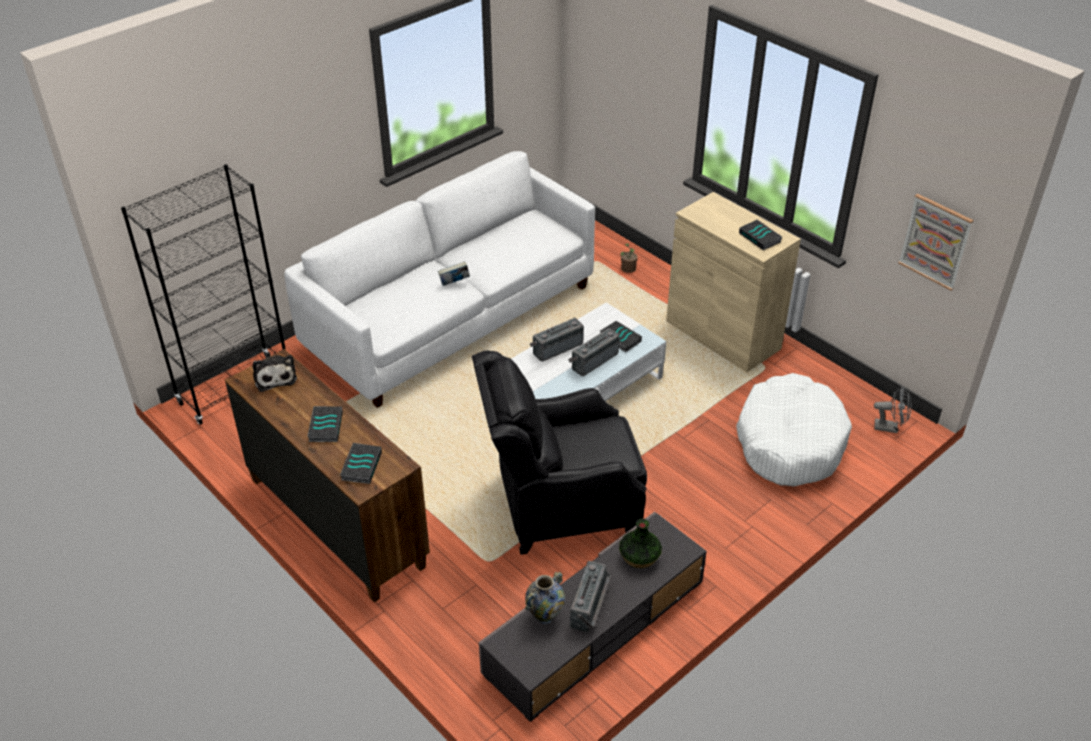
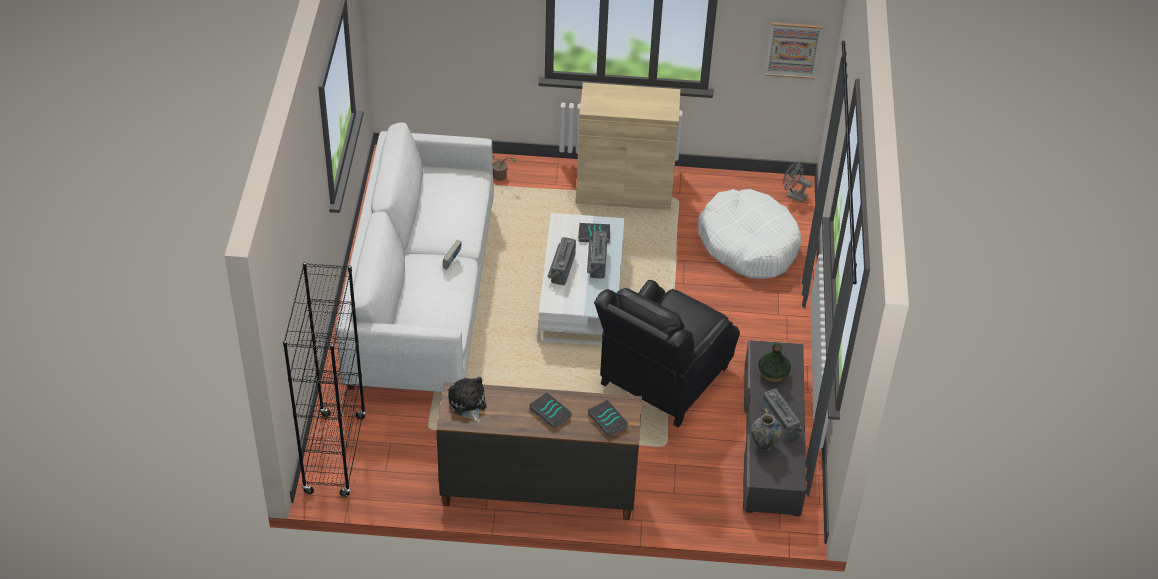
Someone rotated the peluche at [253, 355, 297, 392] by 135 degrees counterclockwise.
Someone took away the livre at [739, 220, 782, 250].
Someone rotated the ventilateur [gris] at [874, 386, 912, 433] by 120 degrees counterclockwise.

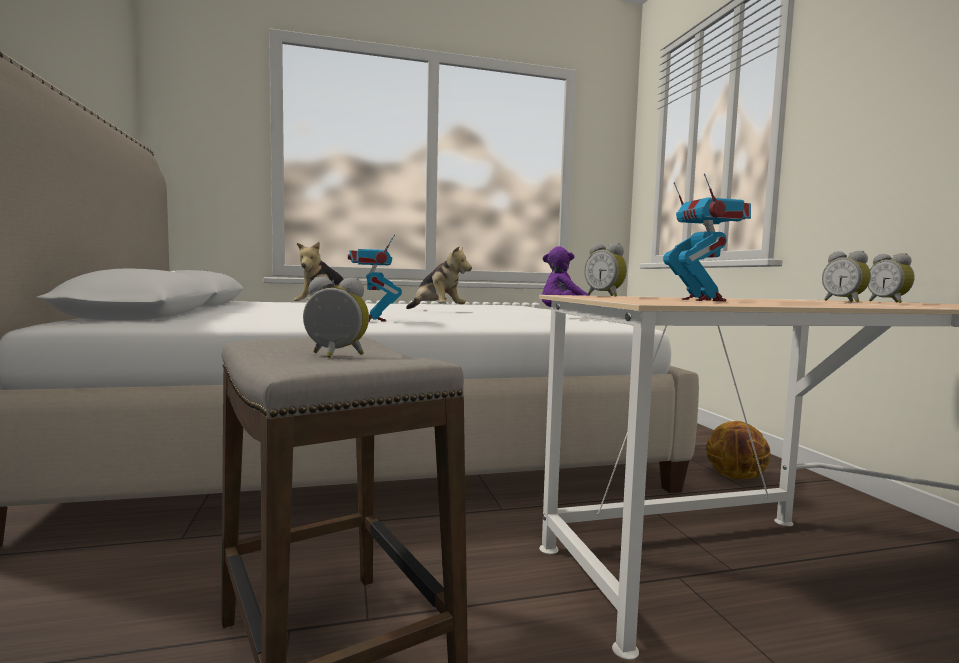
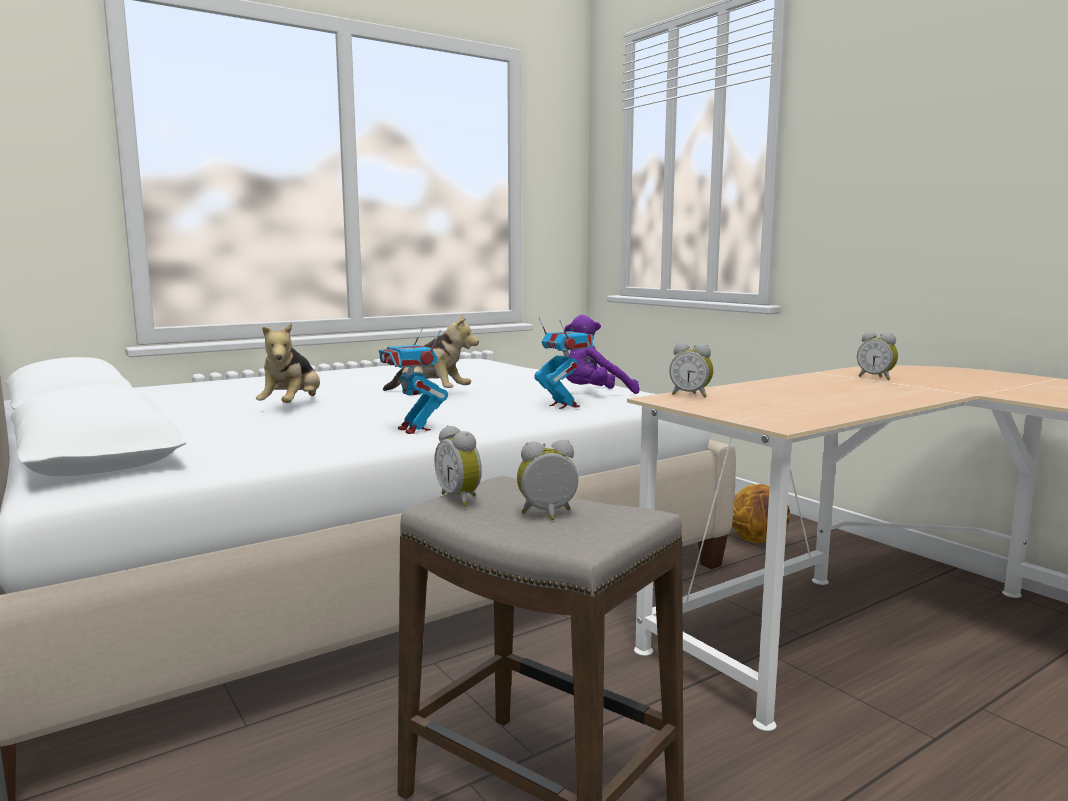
Someone carried the robot jouet from [663, 173, 751, 302] to [534, 318, 593, 409].
Someone carried the réveil from [868, 253, 915, 303] to [434, 425, 482, 506].

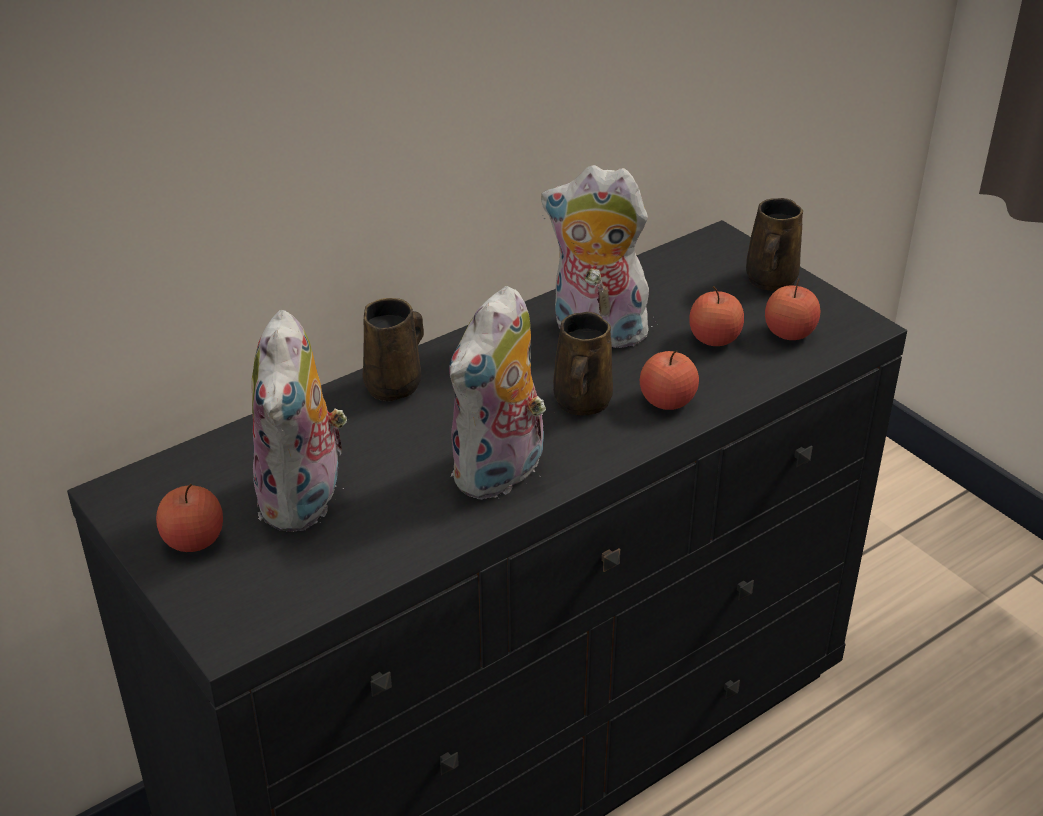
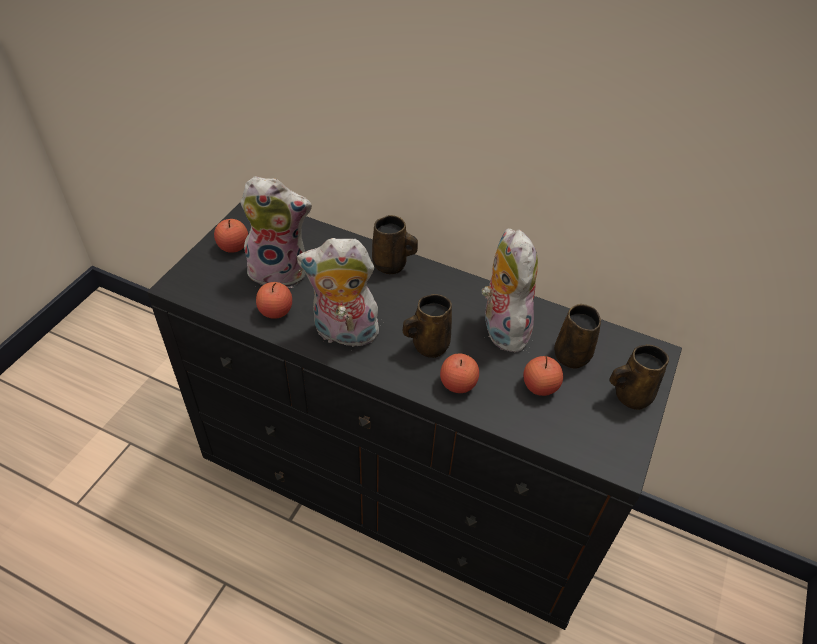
Someone rotated the peluche at [252, 310, 347, 532] by 150 degrees counterclockwise.
Someone carried the pomme from [765, 278, 820, 340] to [256, 282, 292, 319].
Someone put down the mug [marron] at [554, 304, 601, 369].

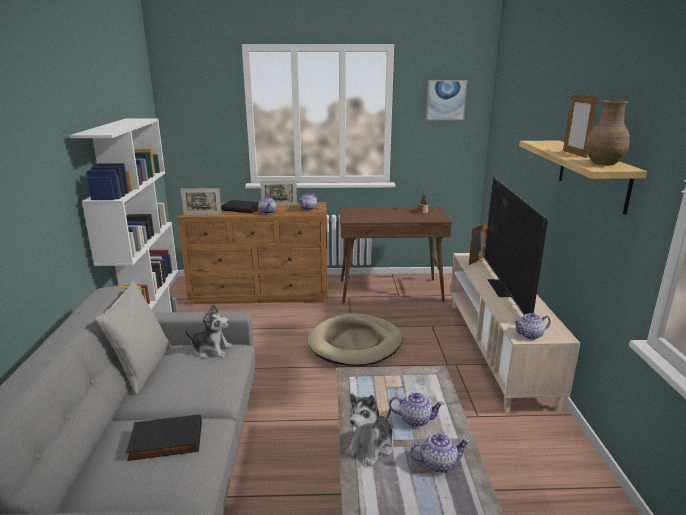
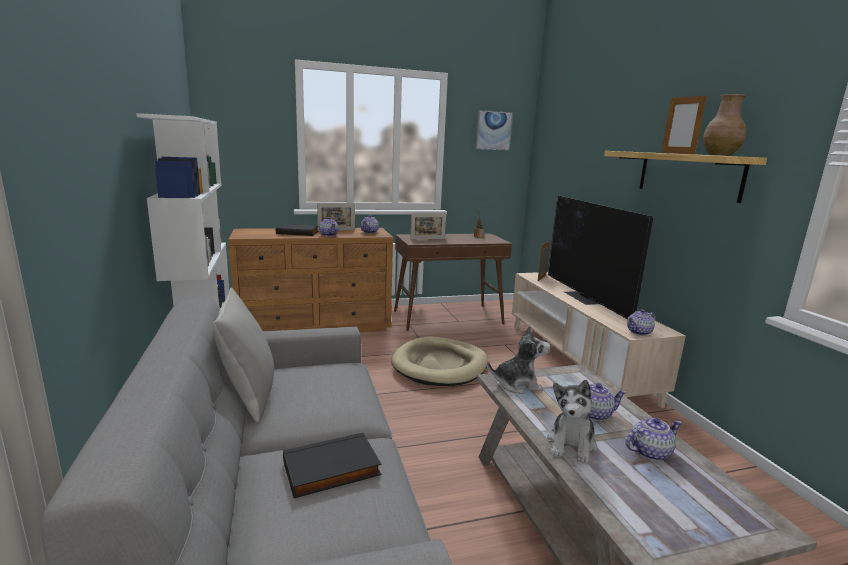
Someone carried the cadre photo from [181, 188, 222, 215] to [410, 213, 446, 240].
Someone carried the peluche from [185, 304, 232, 359] to [488, 326, 550, 394].

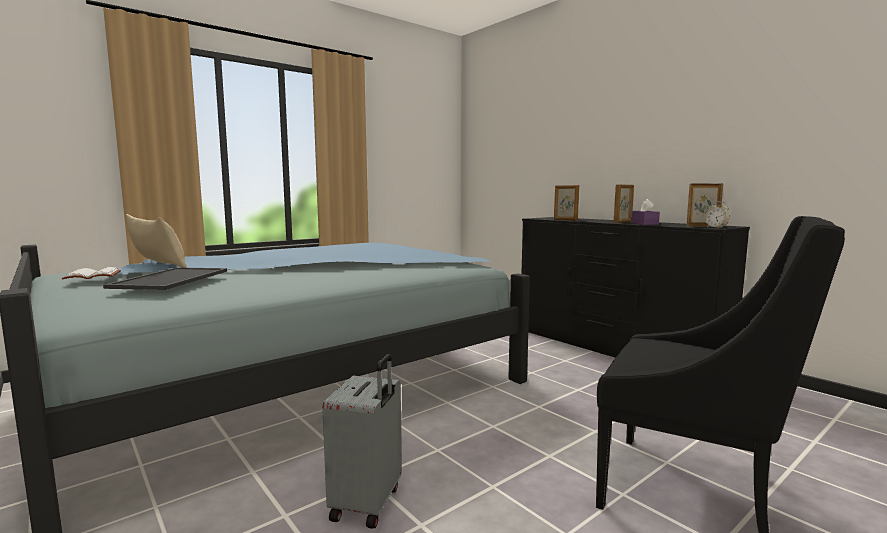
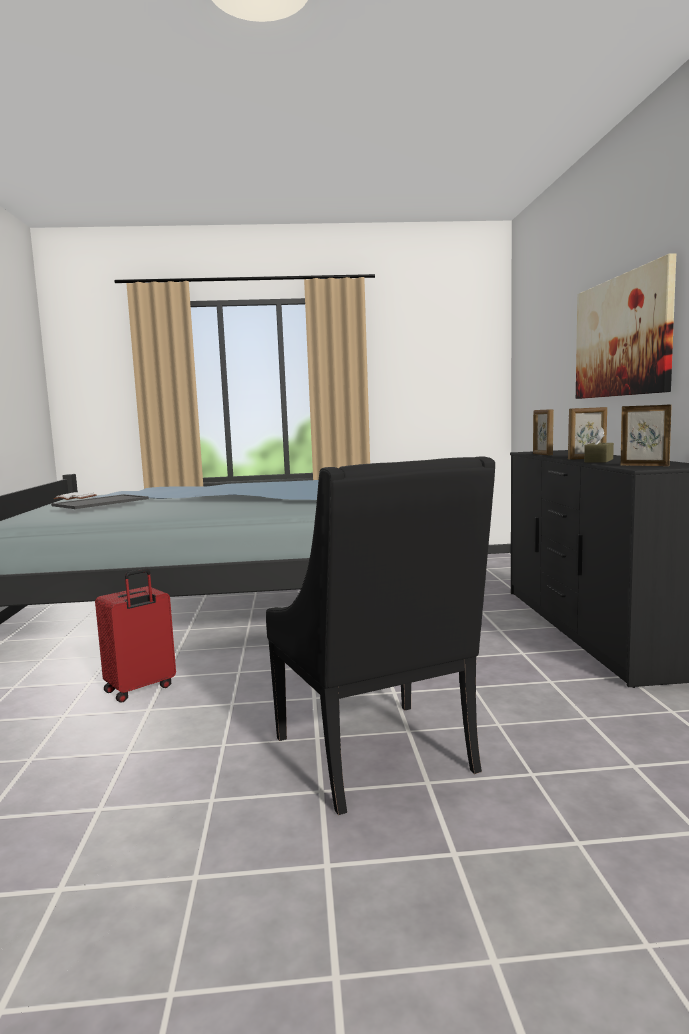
Someone took away the coussin [beige] at [126, 214, 187, 268].
Someone repainted the valise [gris] at [322, 354, 402, 529], which became the valise [rouge] at [95, 568, 176, 702].
Someone repainted the boîte à mouchoirs [violet] at [631, 199, 660, 225], which became the boîte à mouchoirs [marron] at [584, 427, 614, 462].
Someone took away the réveil at [704, 201, 730, 228].
Someone put up the tableau at [576, 253, 676, 399].

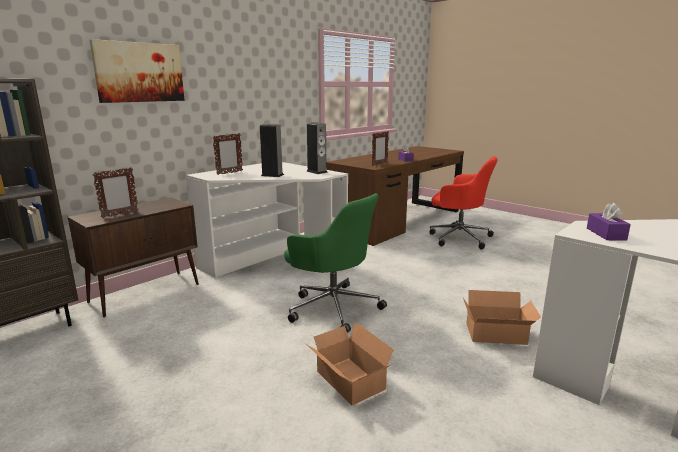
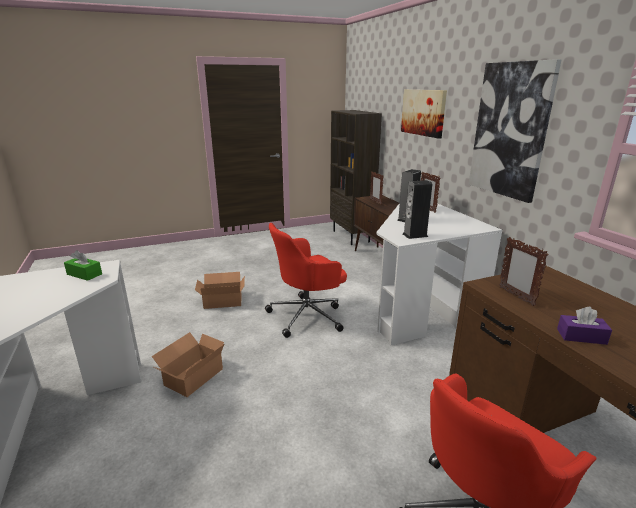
Someone repainted the chaise de bureau [vert] at [284, 193, 387, 333], which became the chaise de bureau [rouge] at [265, 223, 347, 338].
Someone repainted the boîte à mouchoirs [violet] at [587, 203, 631, 240], which became the boîte à mouchoirs [vert] at [64, 250, 102, 281].
Someone put up the tableau at [468, 59, 562, 203].

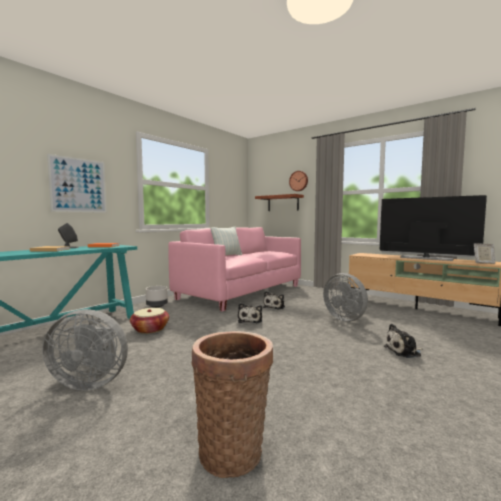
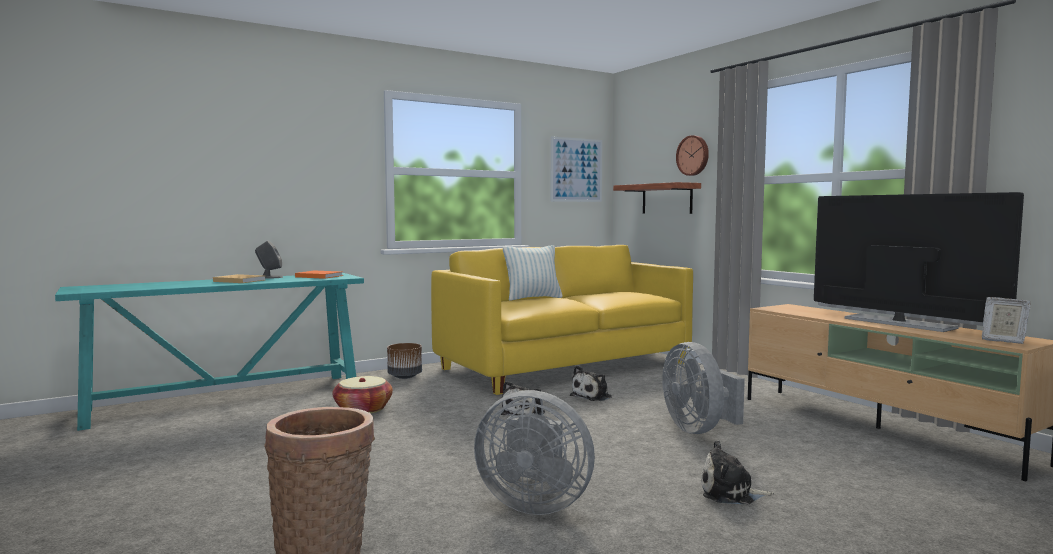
Someone carried the ventilateur [gris] from [42, 309, 128, 390] to [474, 390, 595, 515].
Someone carried the tableau from [47, 154, 107, 213] to [551, 136, 602, 202].
Someone repainted the cache-pot [gris] at [146, 286, 168, 308], which became the cache-pot [marron] at [387, 343, 422, 379].
Someone repainted the canapé [rose] at [168, 227, 301, 312], which became the canapé [jaune] at [431, 245, 693, 395].

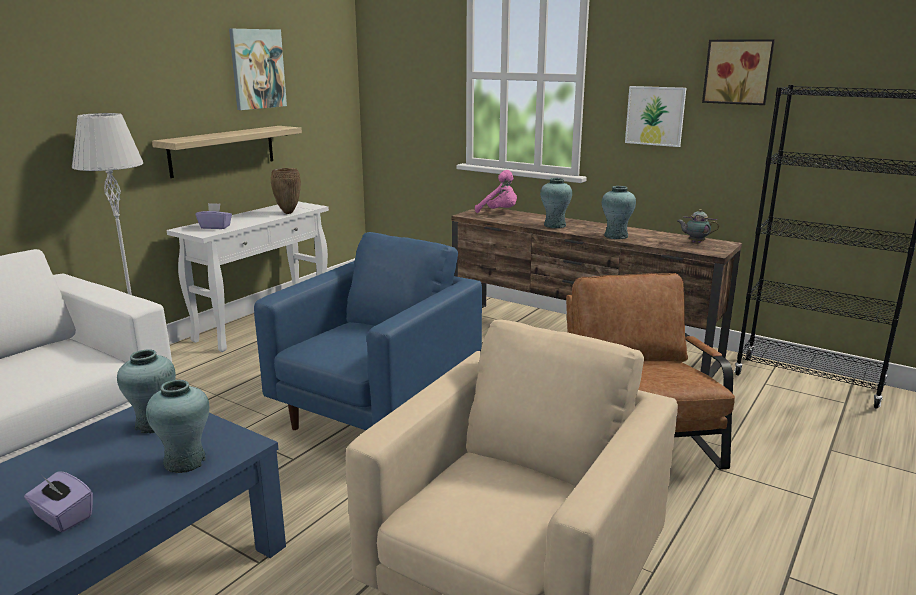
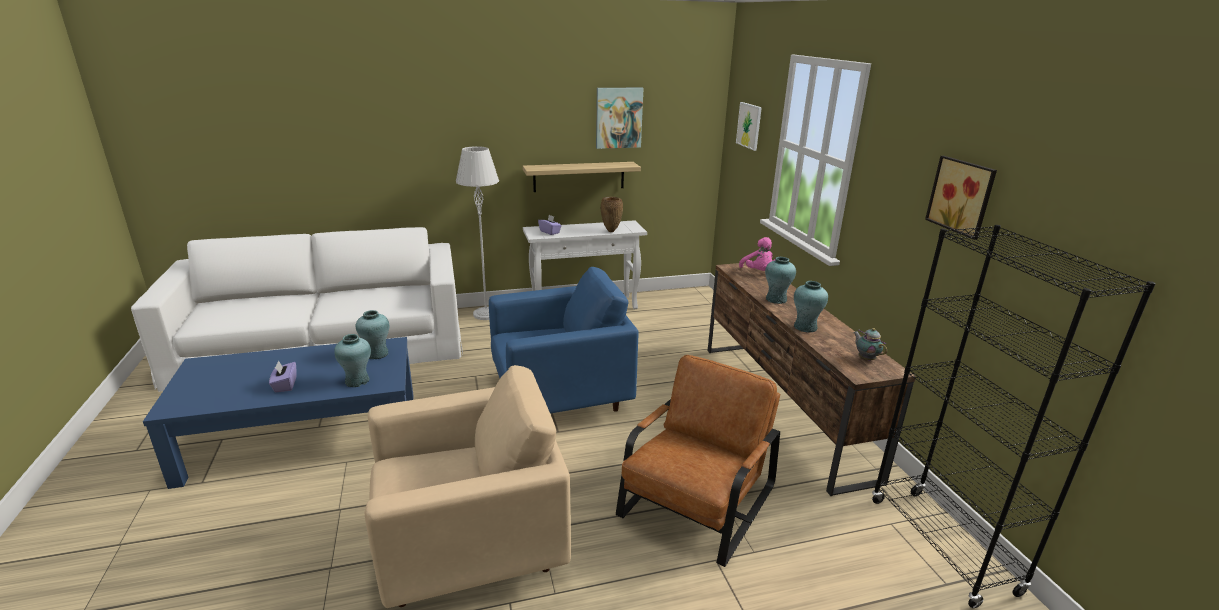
Someone carried the tableau from [625, 86, 686, 147] to [736, 102, 762, 151].

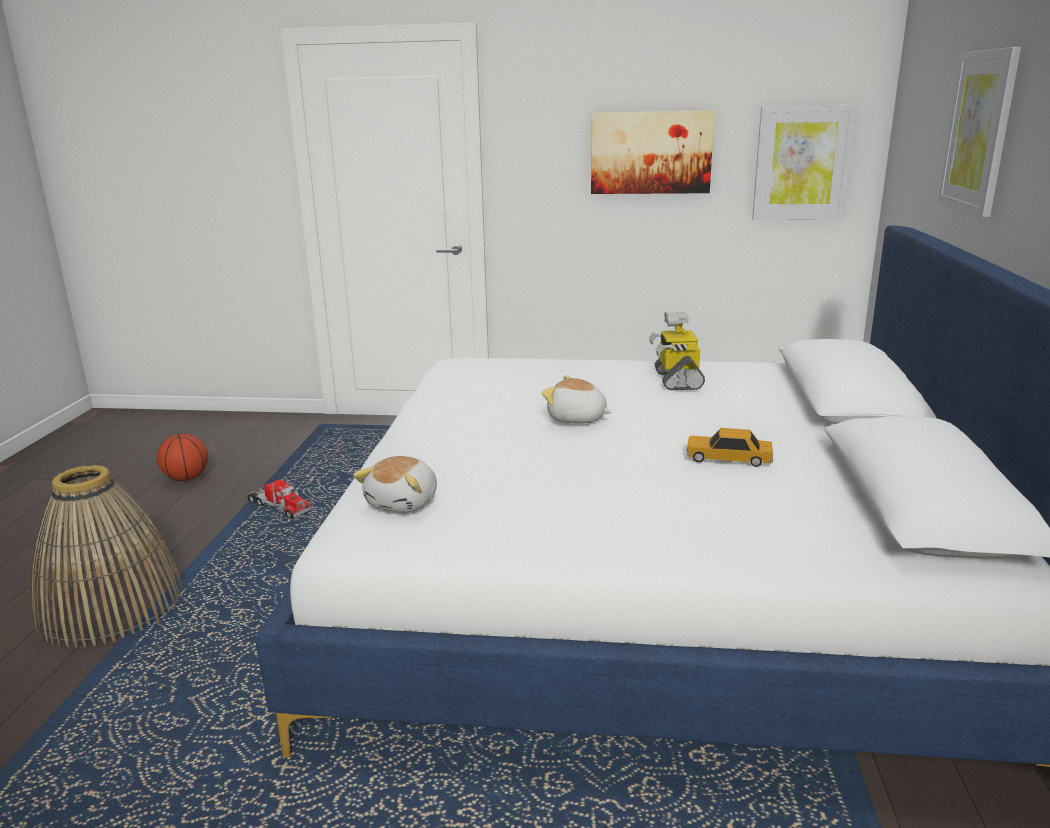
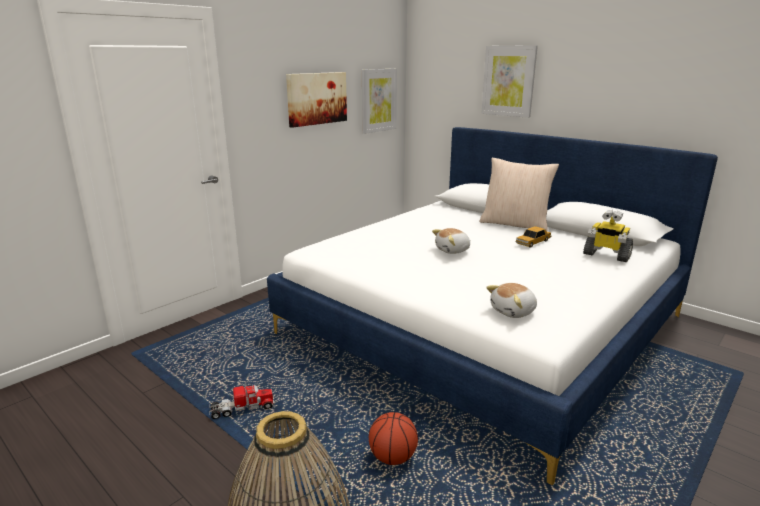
Someone carried the ballon de basket from [157, 433, 208, 481] to [369, 412, 418, 465].
Someone rotated the peluche at [353, 456, 437, 513] by 90 degrees clockwise.
Someone carried the robot jouet from [649, 312, 705, 391] to [583, 210, 633, 262].
Someone put down the coussin [beige] at [480, 158, 559, 231].

